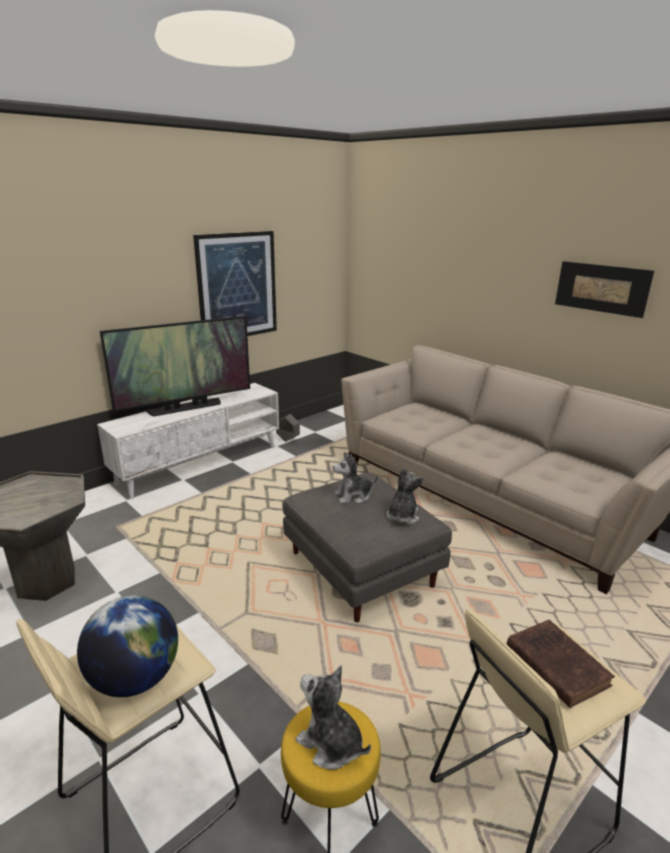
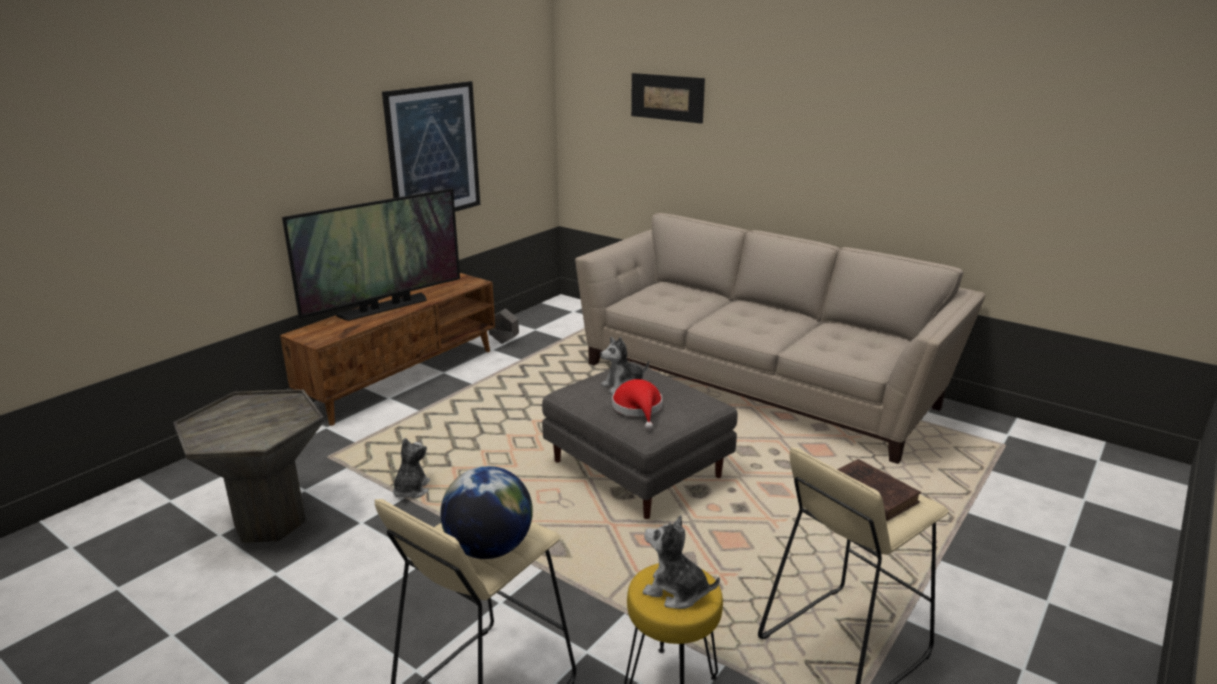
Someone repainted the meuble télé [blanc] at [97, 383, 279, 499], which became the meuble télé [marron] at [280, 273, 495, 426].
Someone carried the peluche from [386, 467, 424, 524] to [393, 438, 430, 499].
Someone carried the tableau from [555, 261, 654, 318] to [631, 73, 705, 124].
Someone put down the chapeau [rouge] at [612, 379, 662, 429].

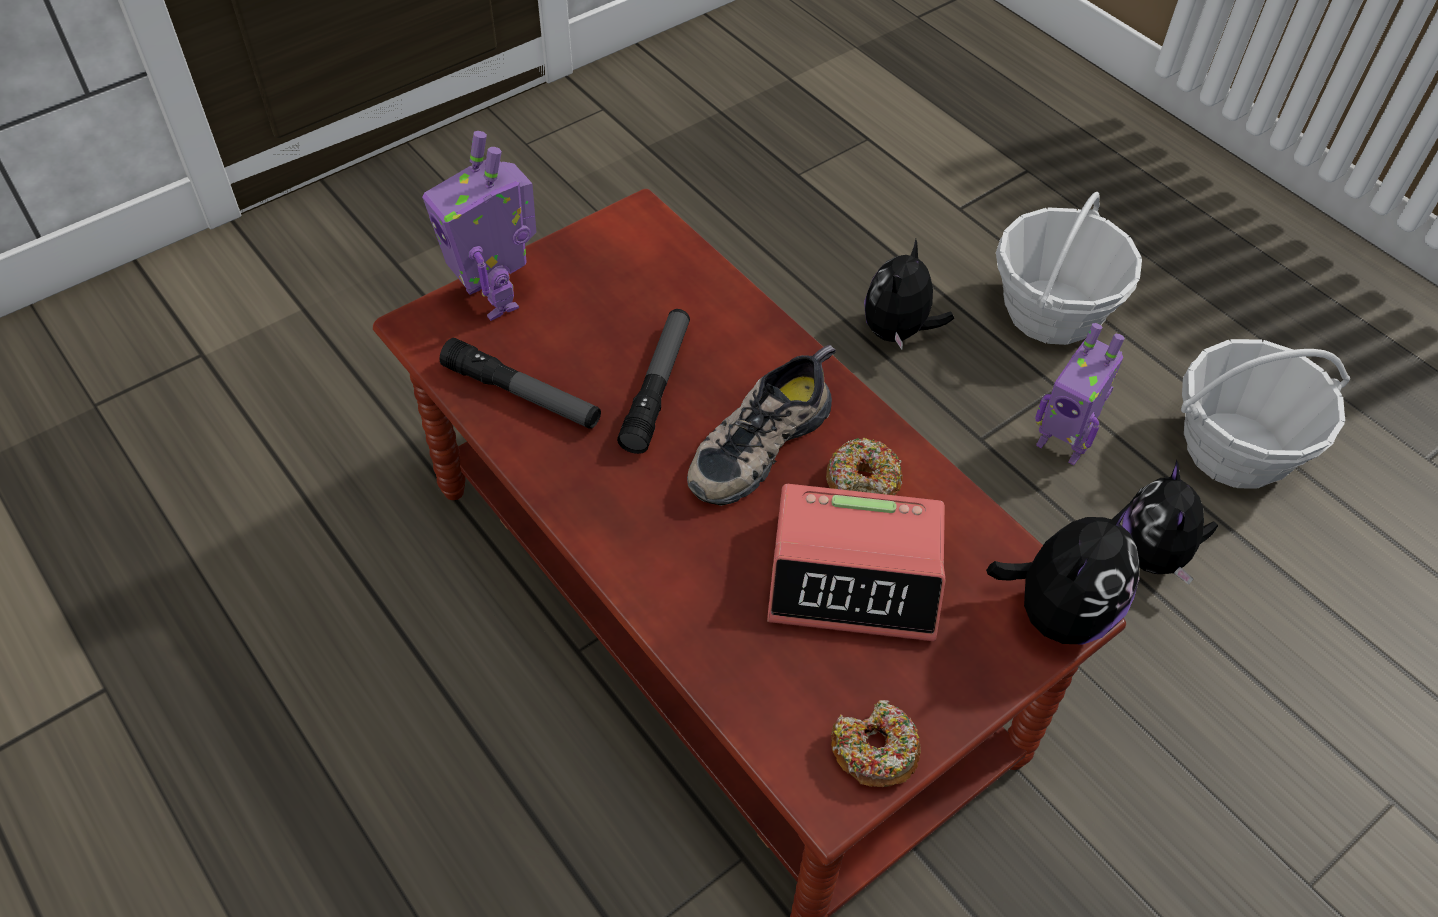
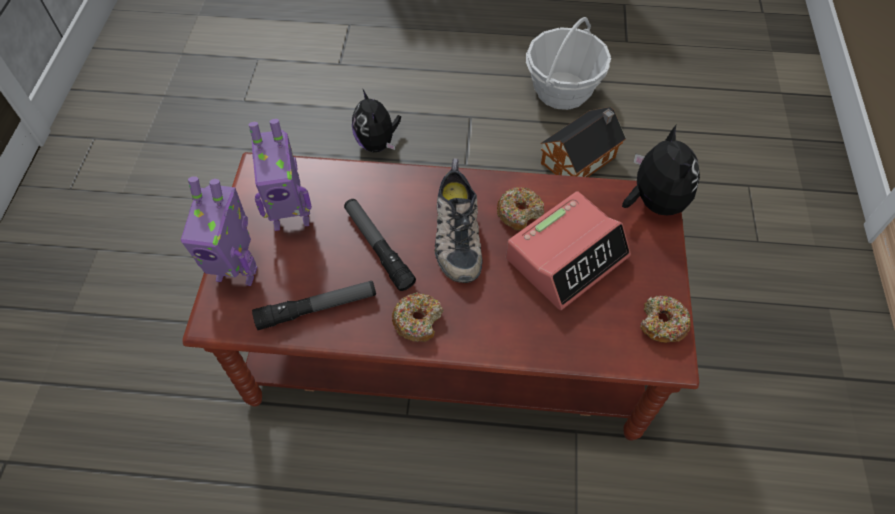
Someone took away the panier at [996, 192, 1142, 345].
Someone carried the robot jouet from [1035, 323, 1125, 465] to [248, 119, 312, 231].
Someone swapped the peluche at [1122, 459, 1218, 585] for the maison miniature at [540, 107, 626, 177].
Someone put down the beignet at [392, 292, 444, 342].

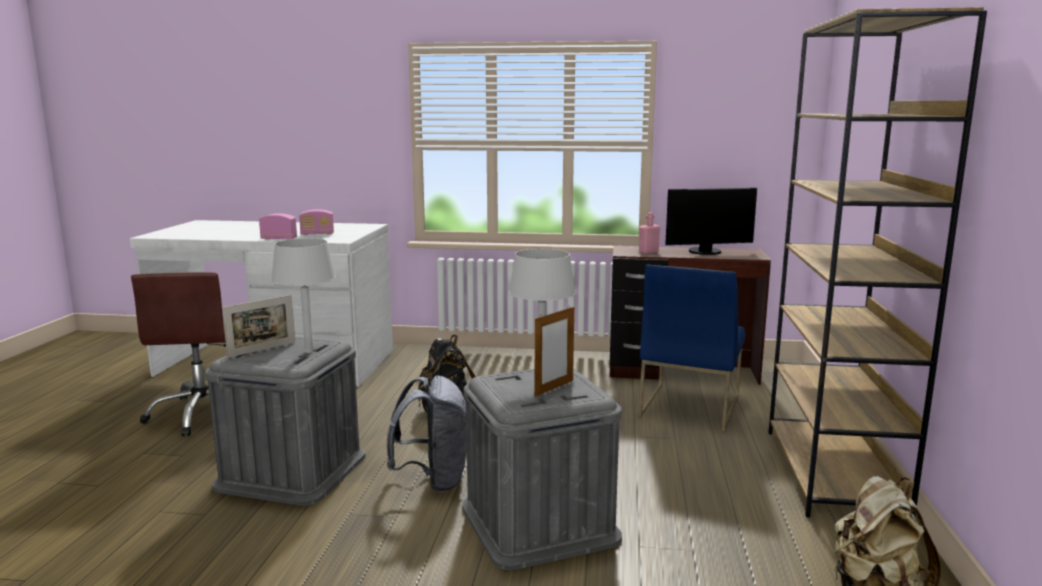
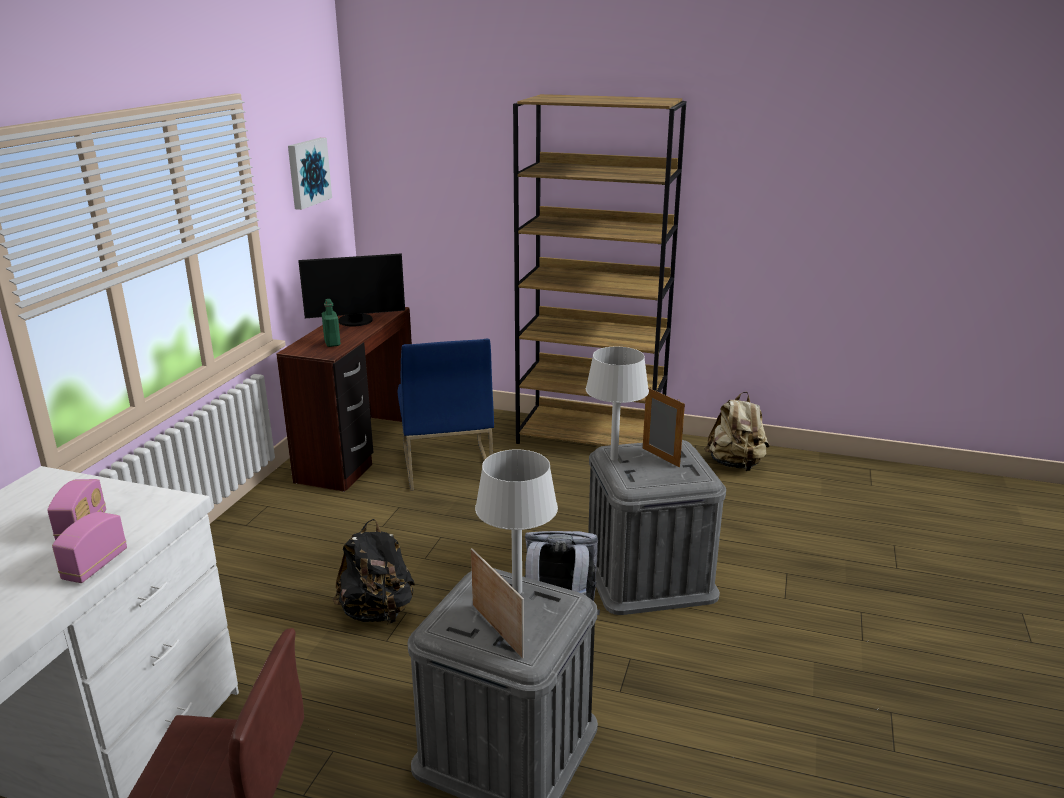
Someone rotated the chaise [bleu] at [638, 265, 745, 431] by 45 degrees clockwise.
Someone repainted the bouteille [rose] at [639, 212, 660, 254], which became the bouteille [vert] at [322, 299, 341, 347].
Someone rotated the écran d'ordinateur at [665, 188, 757, 255] by 75 degrees clockwise.
Someone put up the tableau at [288, 138, 332, 210].

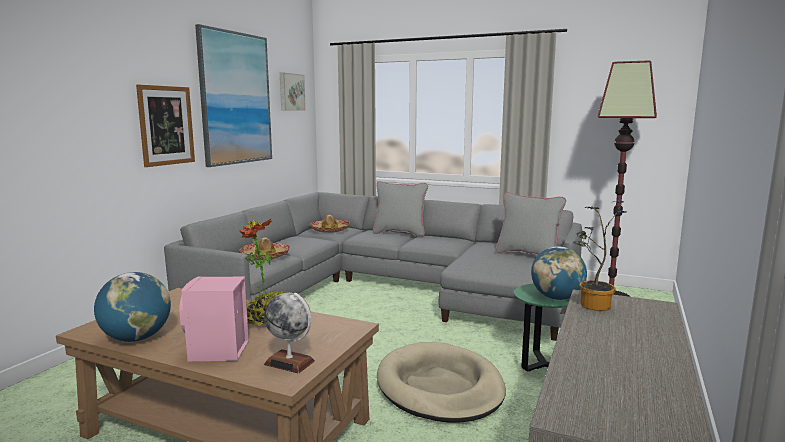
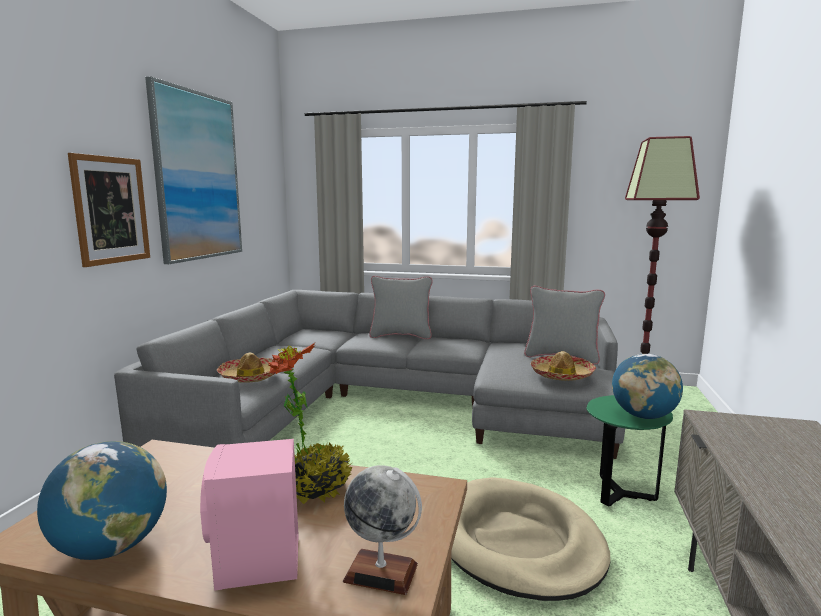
Someone took away the tableau at [280, 72, 306, 111].
Someone carried the chapeau from [309, 215, 350, 233] to [531, 351, 596, 381].
Someone took away the plante en pot at [572, 200, 626, 311].

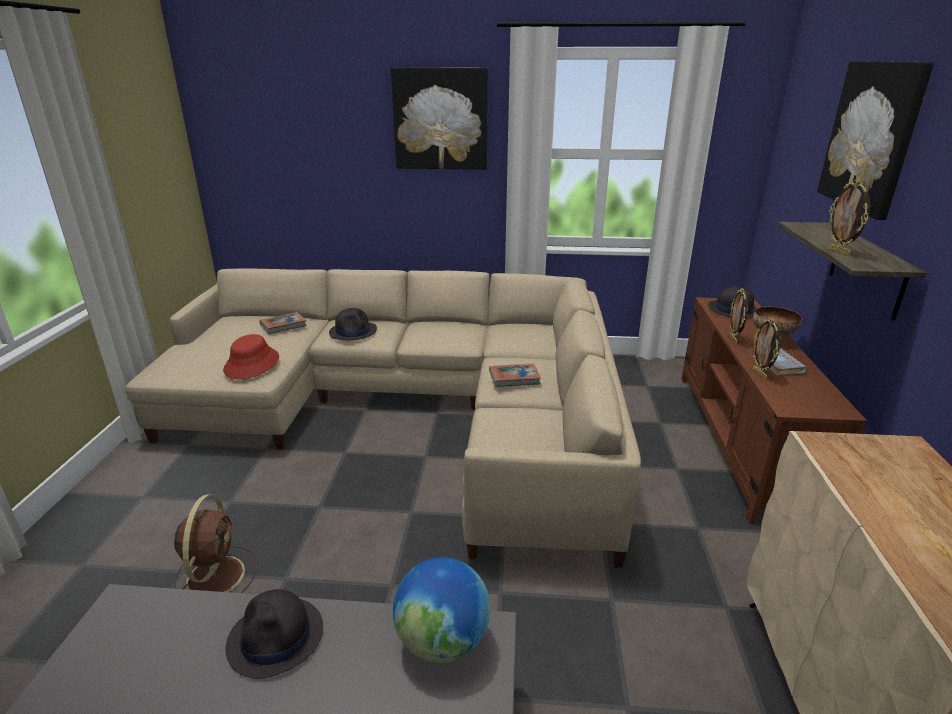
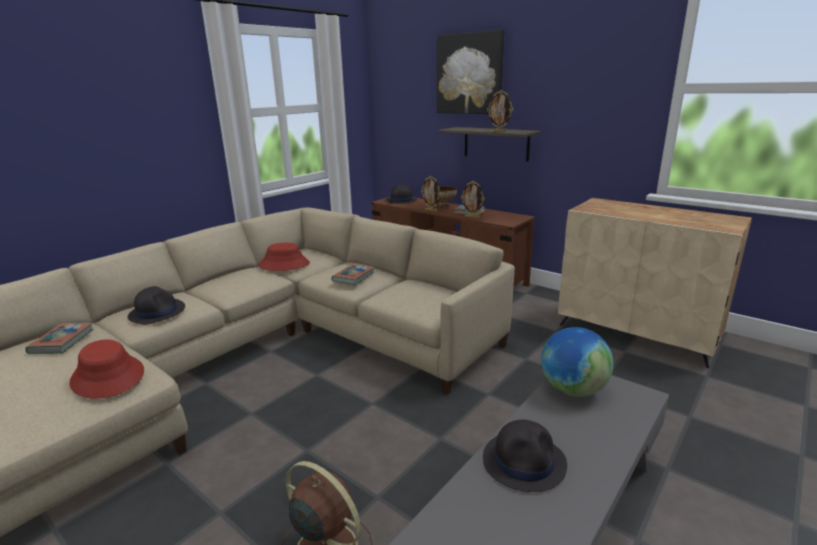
Someone took away the tableau at [391, 68, 488, 170].
Someone put down the chapeau [rouge] at [258, 243, 310, 271].

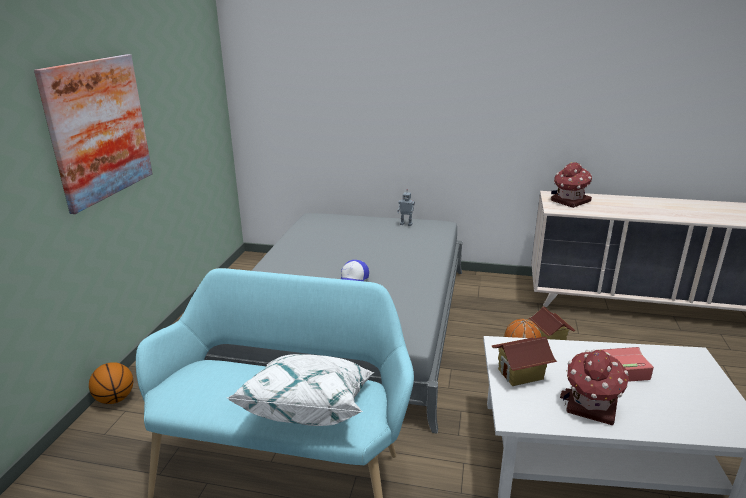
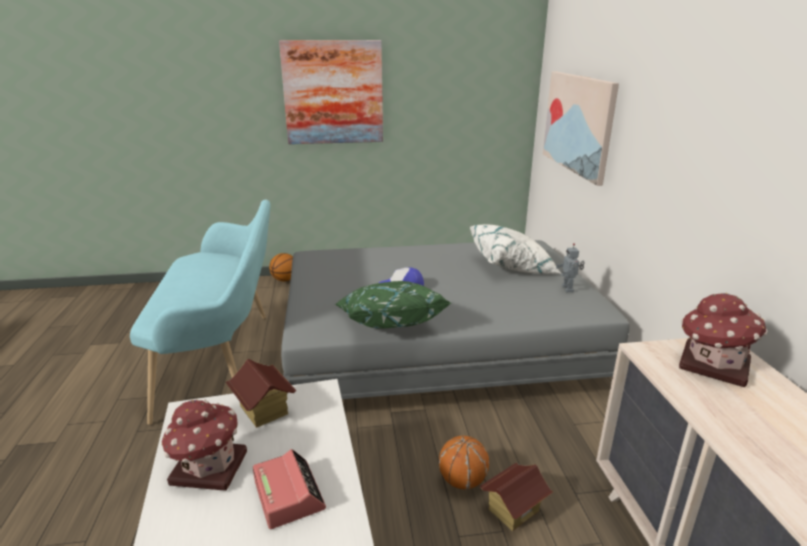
Someone carried the coussin [blanc] from [227, 354, 374, 426] to [470, 224, 562, 274].
Someone put down the coussin [vert] at [335, 281, 451, 329].
Someone put up the tableau at [543, 72, 619, 186].

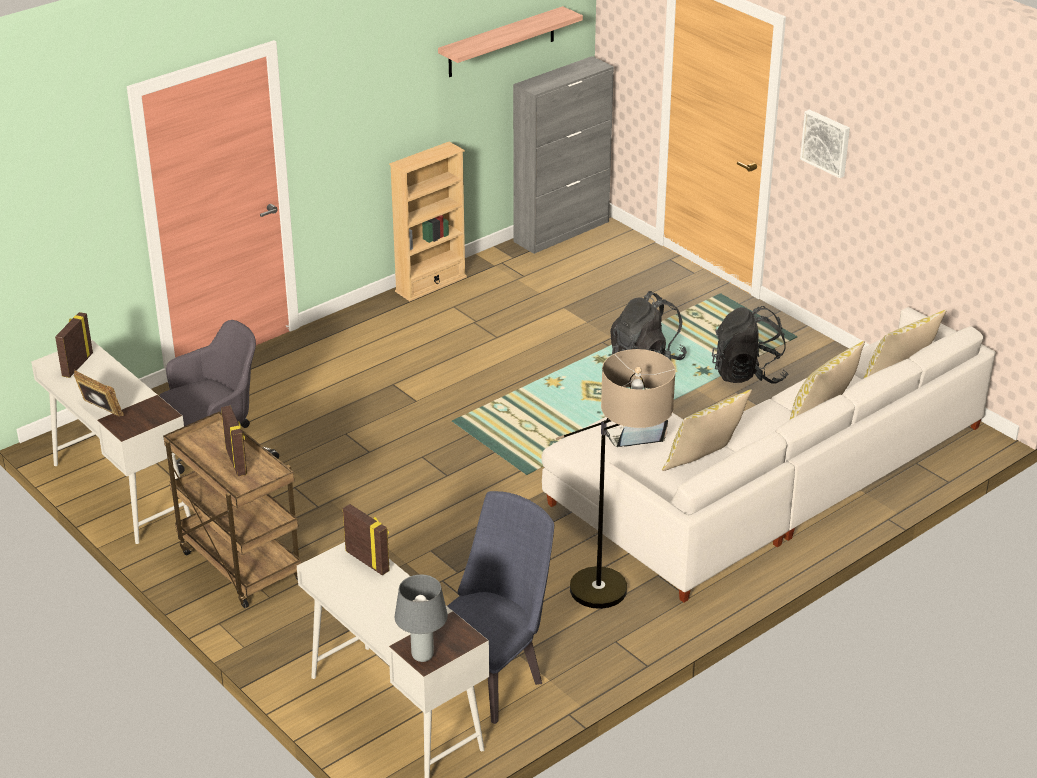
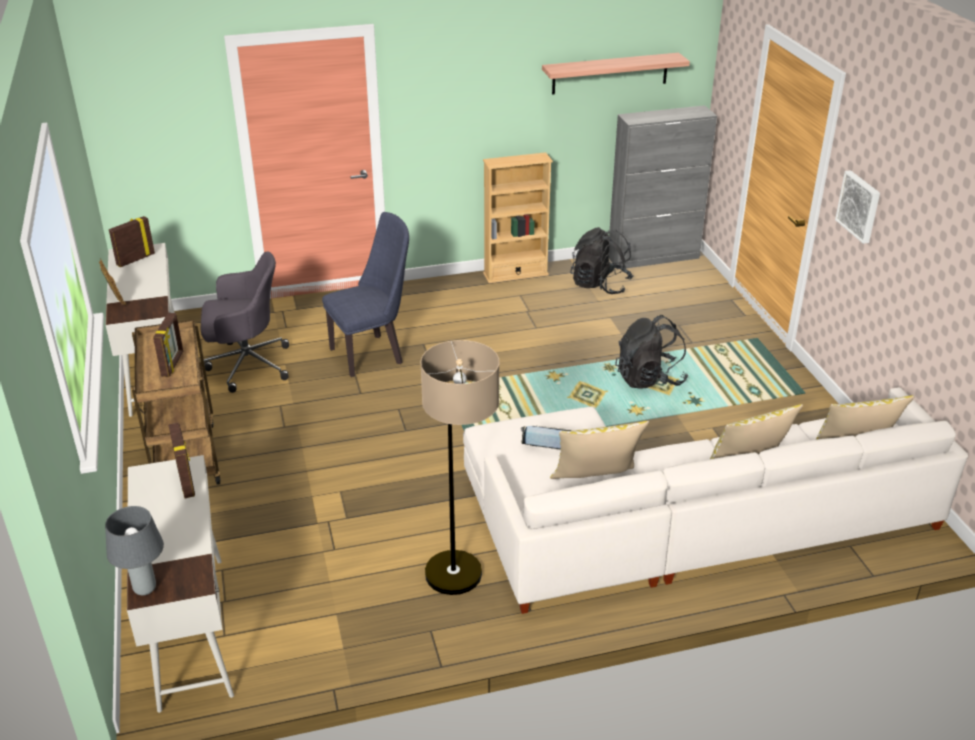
Someone carried the chaise [bleu] from [447, 491, 554, 724] to [322, 212, 409, 377].
Someone carried the sac à dos [noir] from [712, 306, 788, 384] to [570, 227, 634, 294].

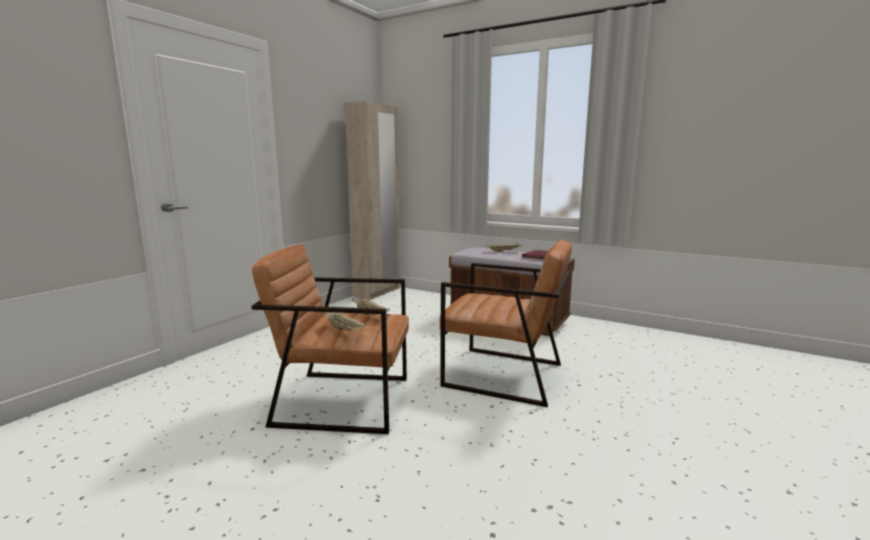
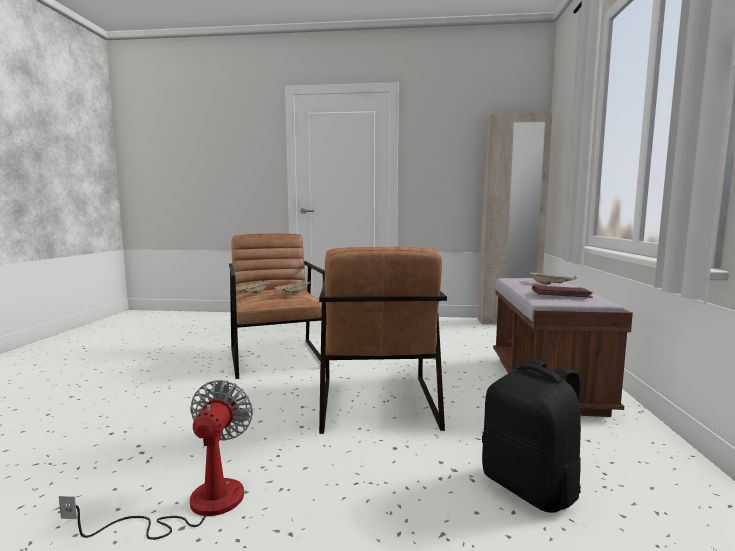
Someone put down the ventilateur at [59, 380, 253, 540].
Someone put down the sac à dos [noir] at [482, 359, 581, 513].

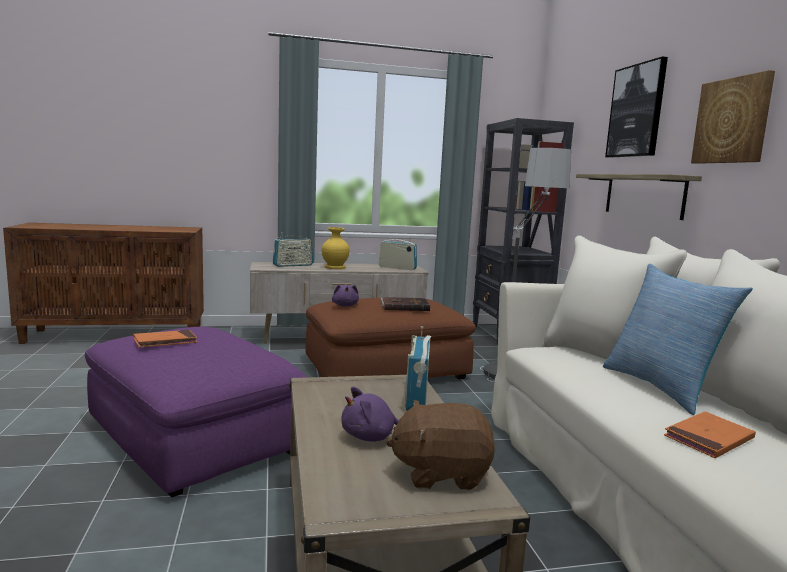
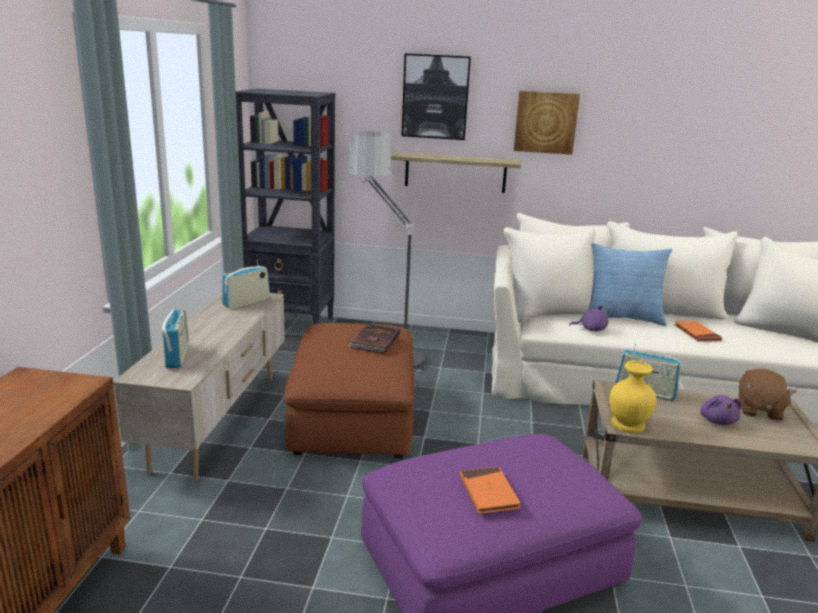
Someone carried the vase [jaune] from [322, 227, 350, 269] to [609, 361, 656, 433].
Someone carried the peluche [violet] from [332, 284, 359, 307] to [569, 305, 609, 331].

